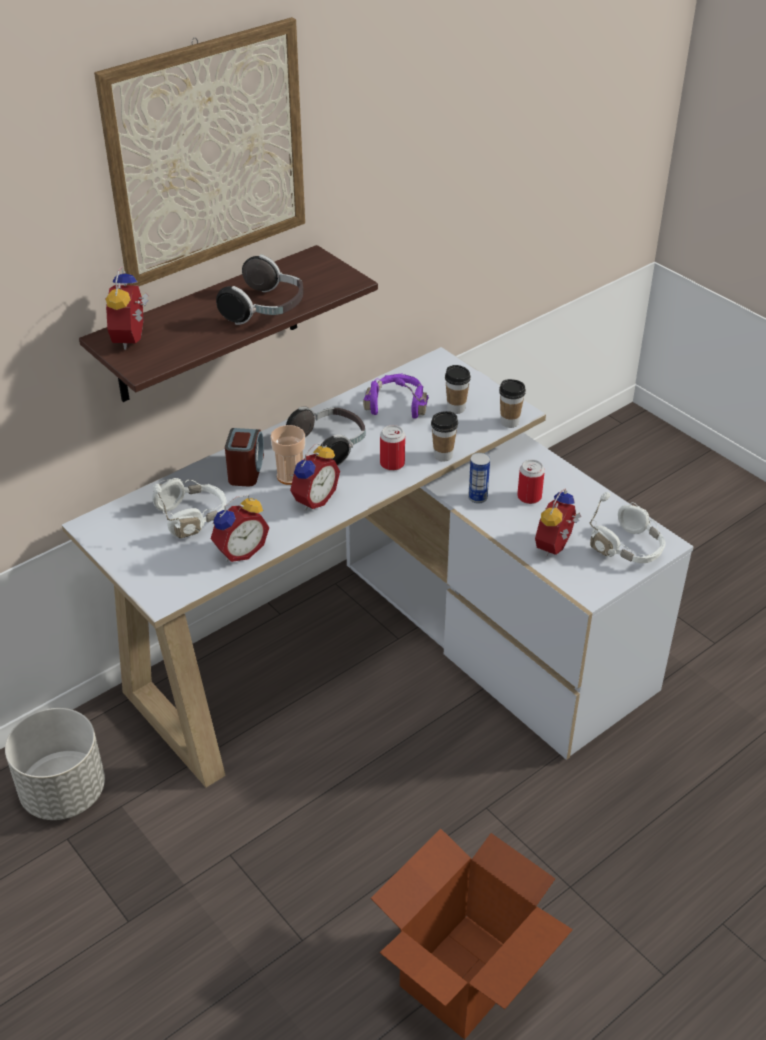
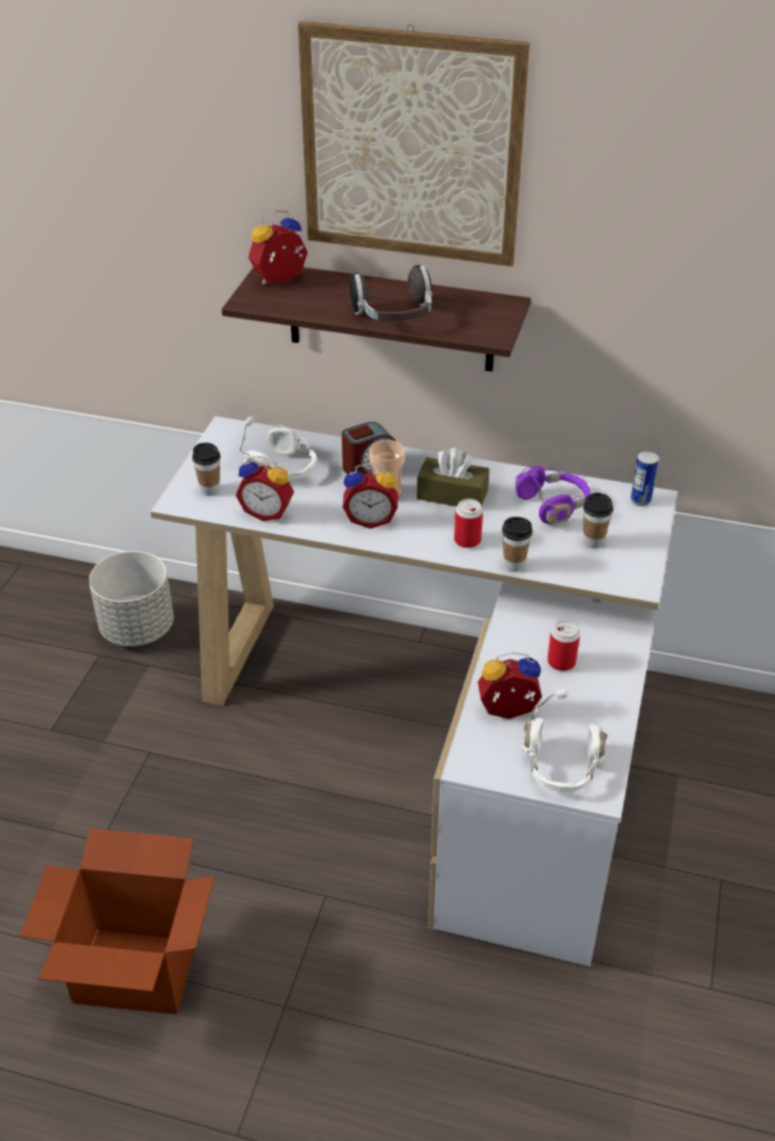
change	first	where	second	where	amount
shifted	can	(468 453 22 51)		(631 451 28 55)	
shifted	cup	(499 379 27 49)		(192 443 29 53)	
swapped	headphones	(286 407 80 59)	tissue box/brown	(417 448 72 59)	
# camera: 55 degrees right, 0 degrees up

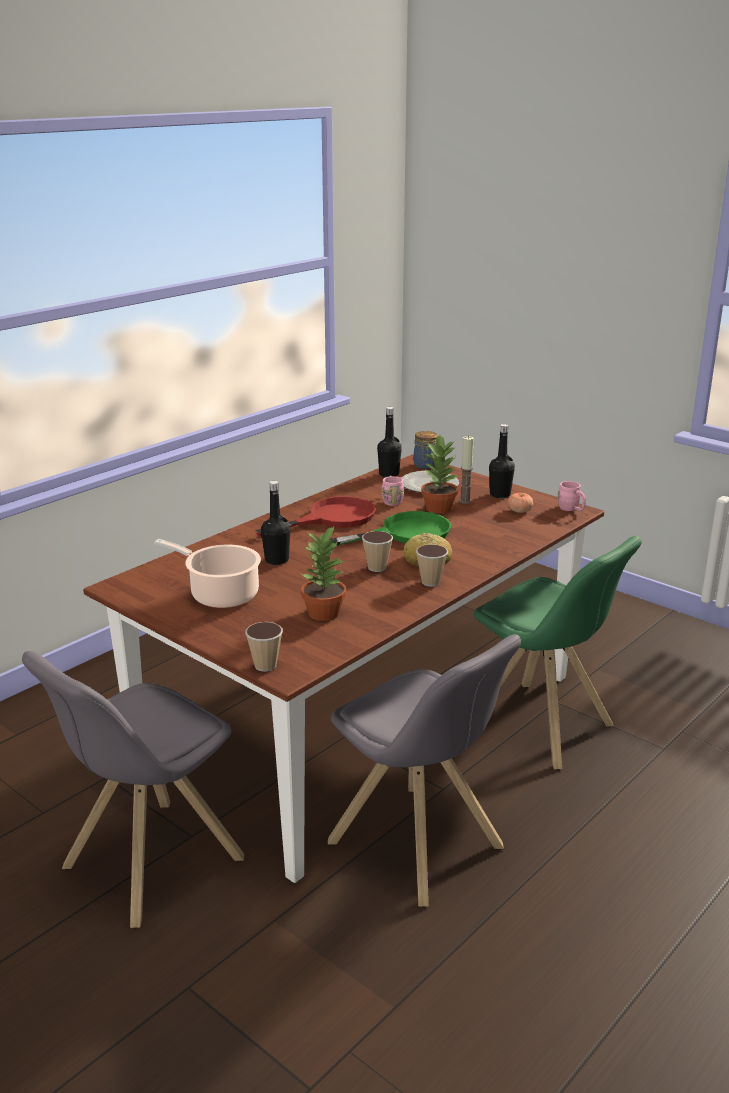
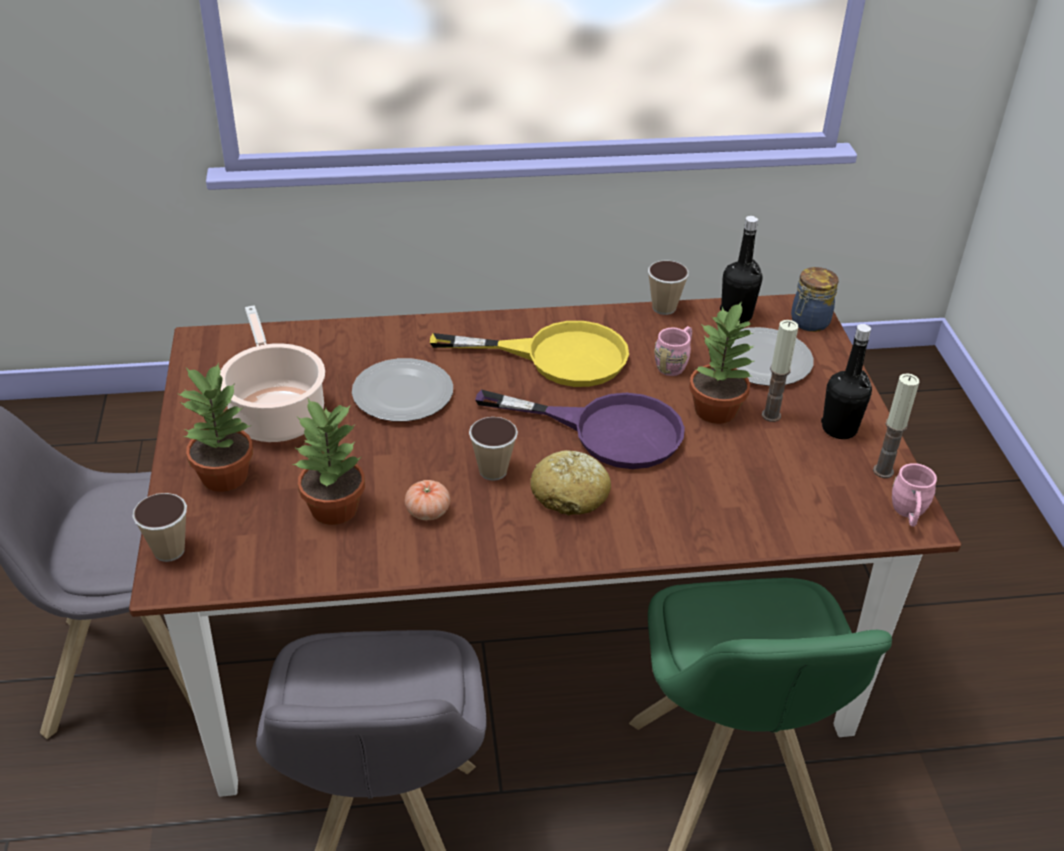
change	first	where	second	where	amount
new			potted plant	(178 362 75 130)	
new			candle	(873 373 46 105)	
shifted	cup	(416 544 32 43)		(648 260 41 55)	
shifted	tomato	(508 493 25 20)		(405 480 45 40)	
swapped	bottle/black	(261 481 30 84)	plate	(352 358 101 63)	
repainted	frying pan/red	(255 496 121 42)	frying pan/yellow	(430 321 199 66)	
repainted	frying pan/green	(329 511 122 35)	frying pan/purple	(475 389 210 80)	
# camera: 40 degrees right, 15 degrees up

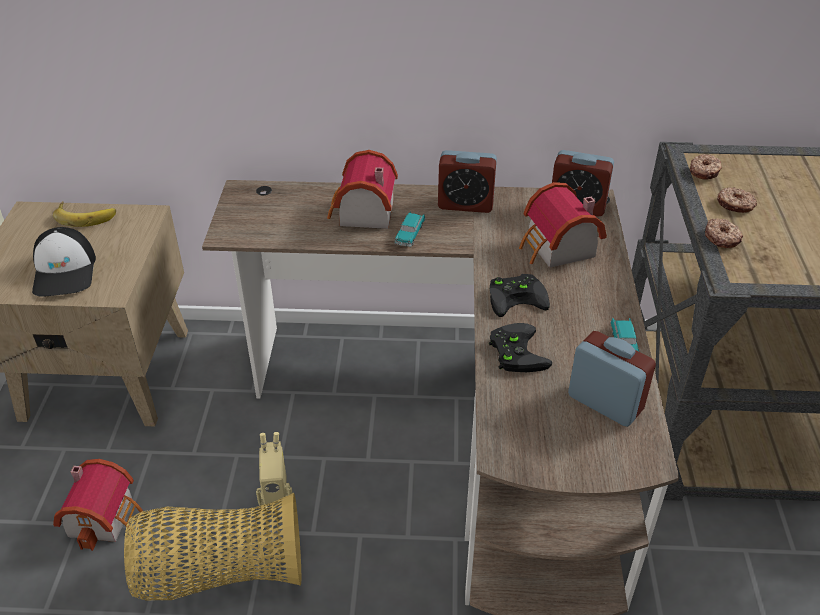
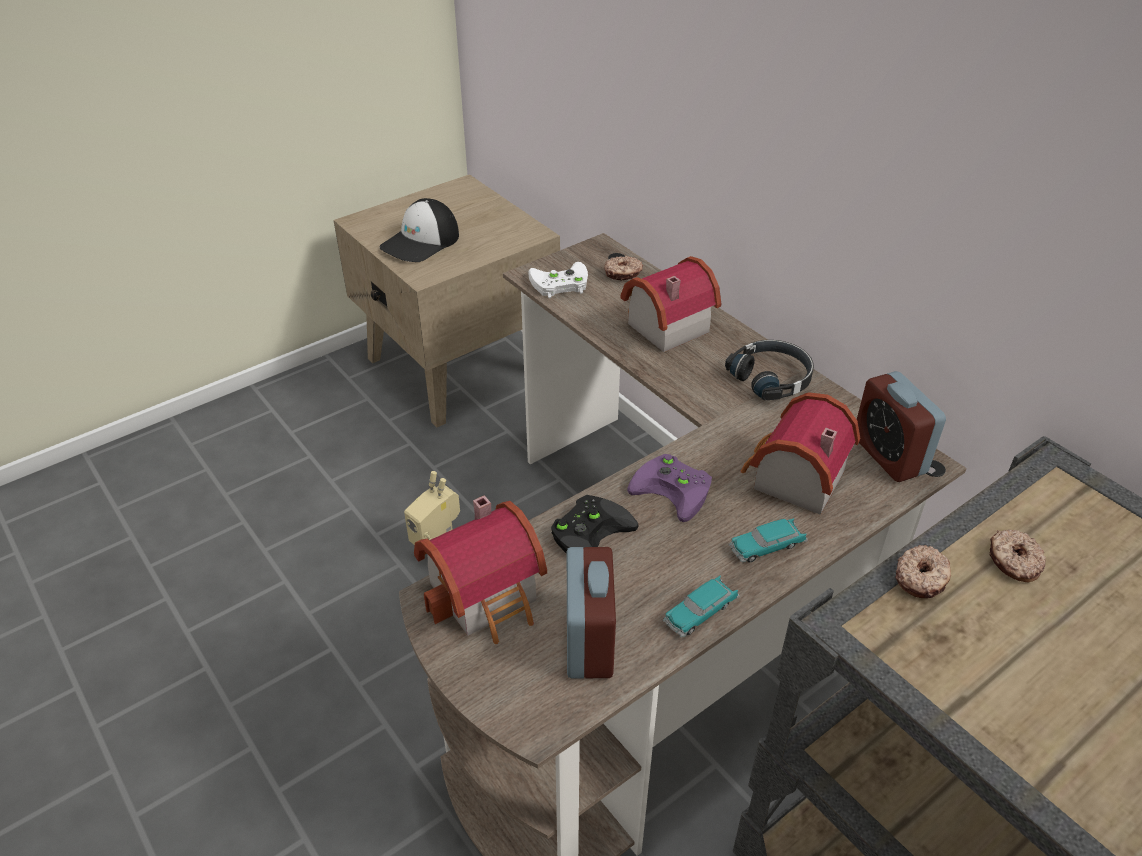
change	first	where	second	where	amount
gone	banana	(53 201 63 26)			
gone	basket	(124 493 177 108)			
new			game controller/white	(529 262 59 36)	
shifted	toy house	(53 459 90 92)		(414 495 133 149)	
shifted	toy car	(394 212 32 35)		(728 518 80 44)	
shifted	donut	(690 154 32 26)		(604 256 39 25)	
swapped	alarm clock	(438 150 59 63)	headphones/black	(725 340 89 60)	
repainted	game controller/black	(490 274 60 43)	game controller/purple	(627 454 85 68)	
# camera: 50 degrees right, 0 degrees up

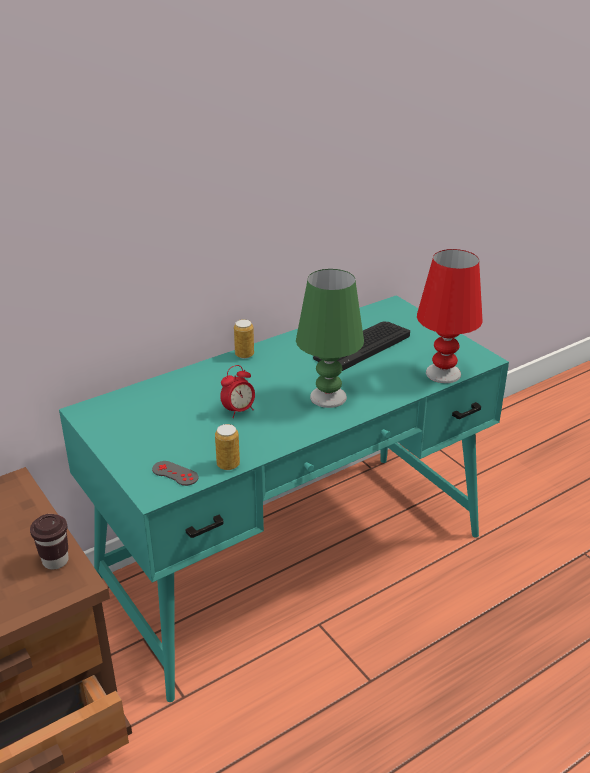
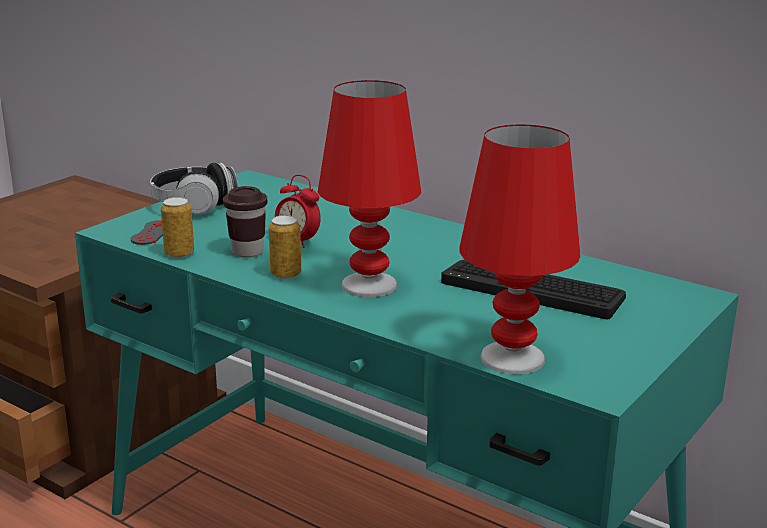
change	first	where	second	where	amount
new			headphones	(150 163 88 52)	
shifted	cup/brown	(30 514 39 56)		(223 186 44 72)	
shifted	can	(234 319 20 40)		(269 215 32 64)	
repainted	table lamp/green	(296 269 68 139)	table lamp/red	(318 80 103 217)	
# camera: 70 degrees right, 10 degrees down

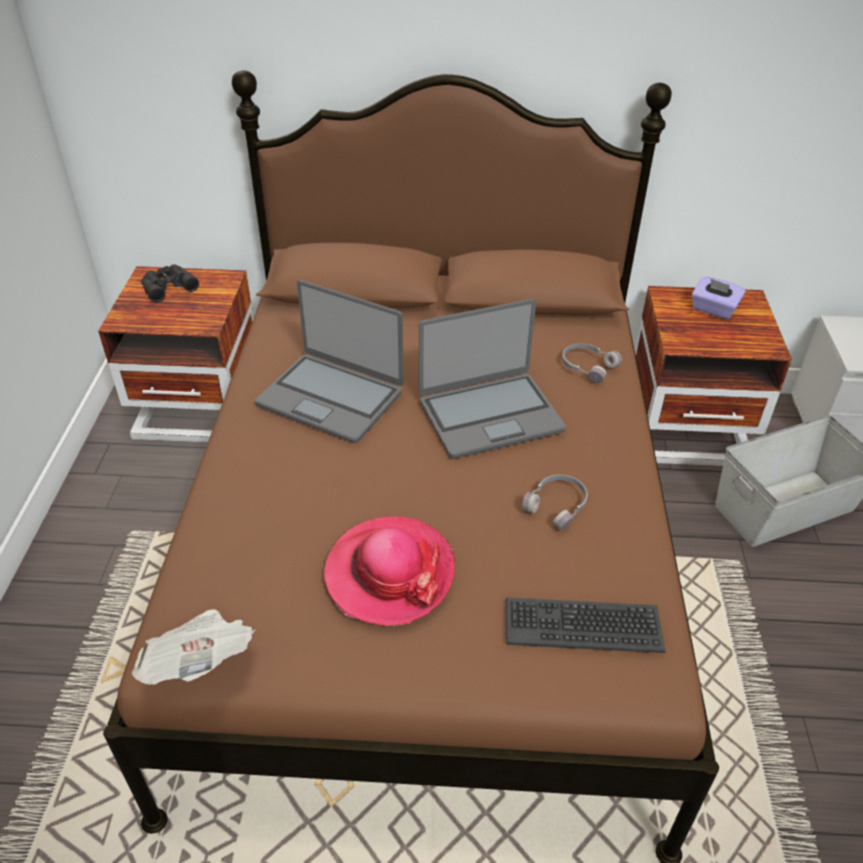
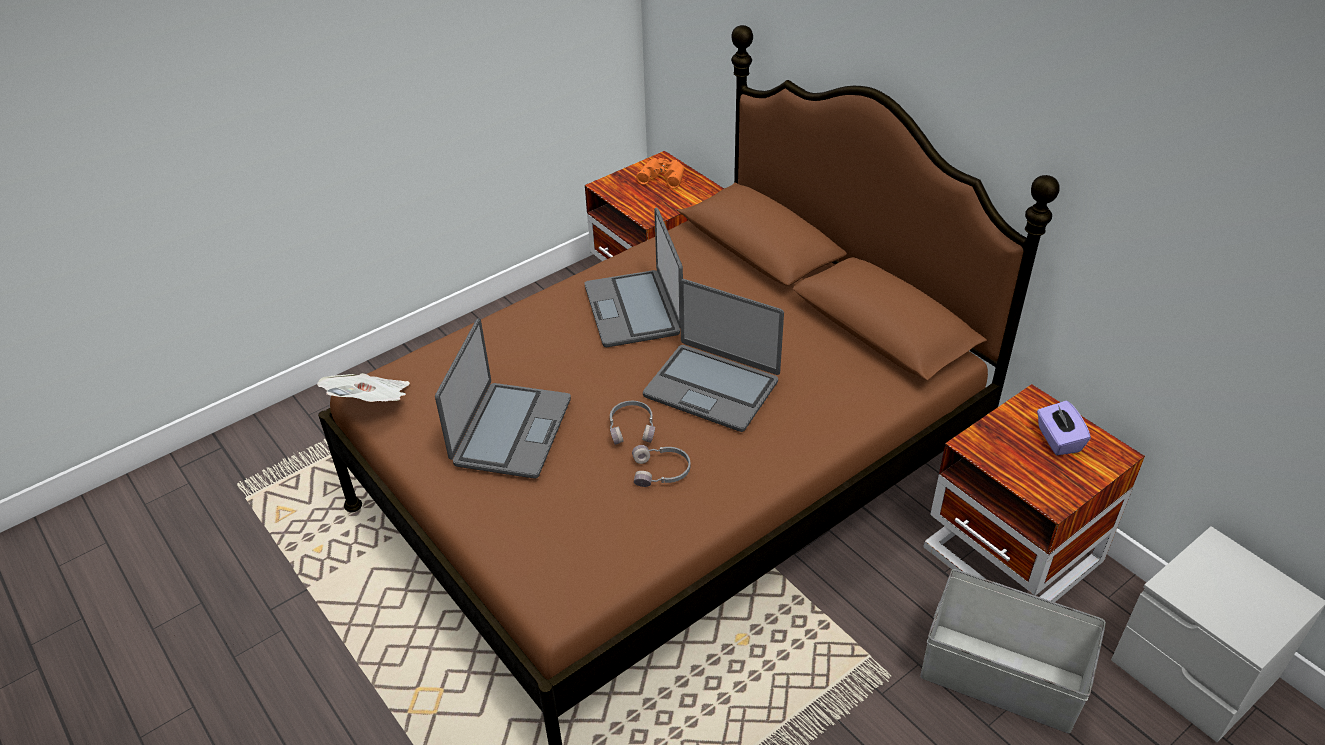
change	first	where	second	where	amount
gone	keyboard	(506 597 160 56)			
shifted	headphones/grey	(562 343 60 40)		(610 401 45 44)	
swapped	hat	(324 516 131 110)	laptop	(435 318 136 161)	
repainted	binoculars/black	(141 264 58 39)	binoculars/orange	(636 158 48 31)	
# camera: 50 degrees right, 0 degrees up

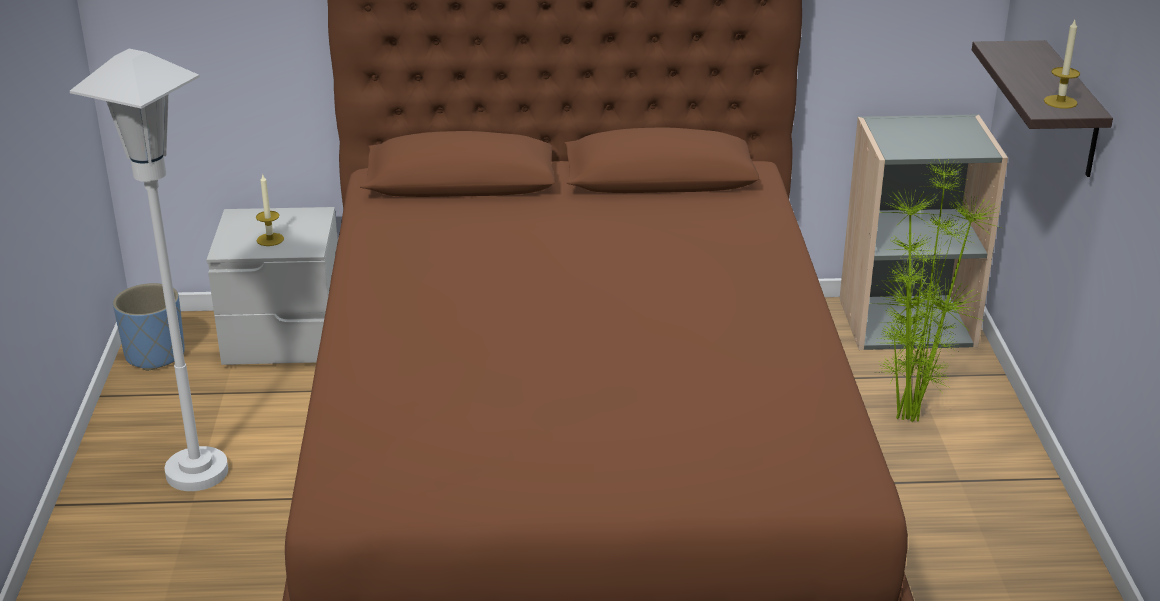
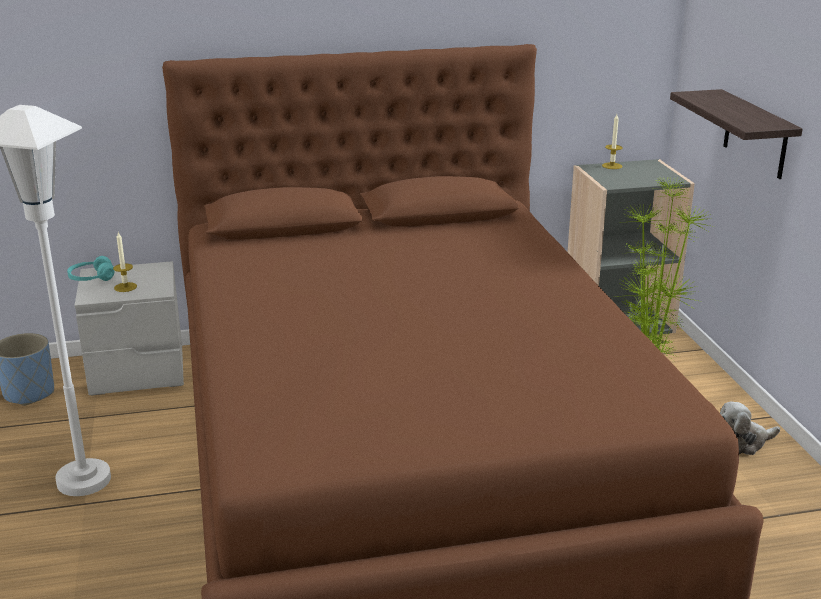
change	first	where	second	where	amount
new			headphones/turquoise	(67 256 48 25)	
new			plush toy	(720 401 60 54)	
shifted	candle	(1044 20 36 89)		(602 114 21 55)	
# camera: 10 degrees left, 5 degrees down

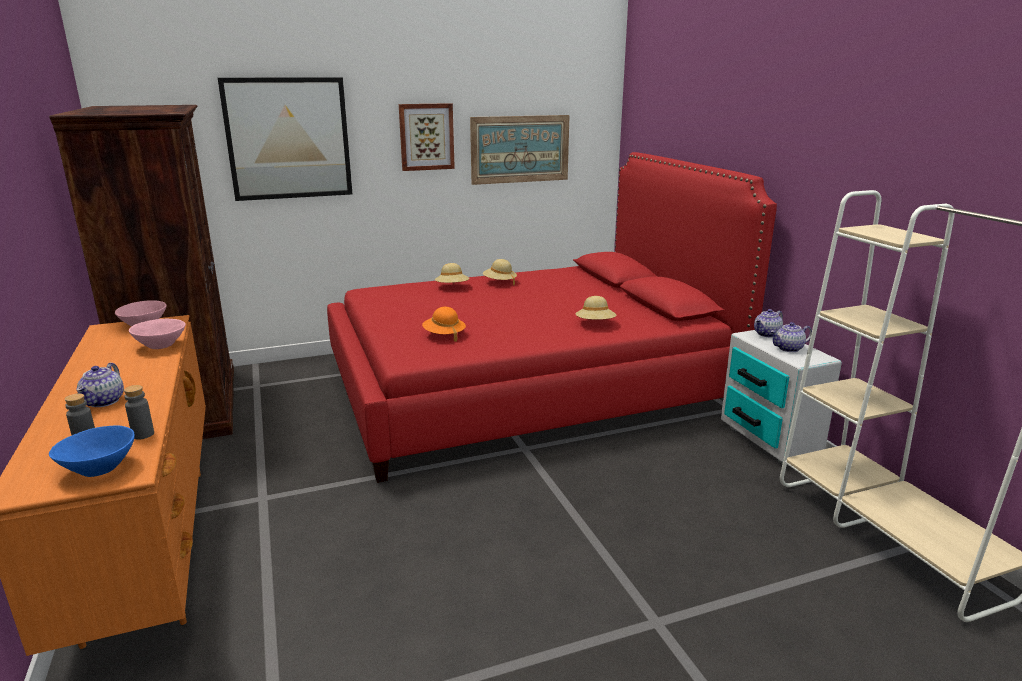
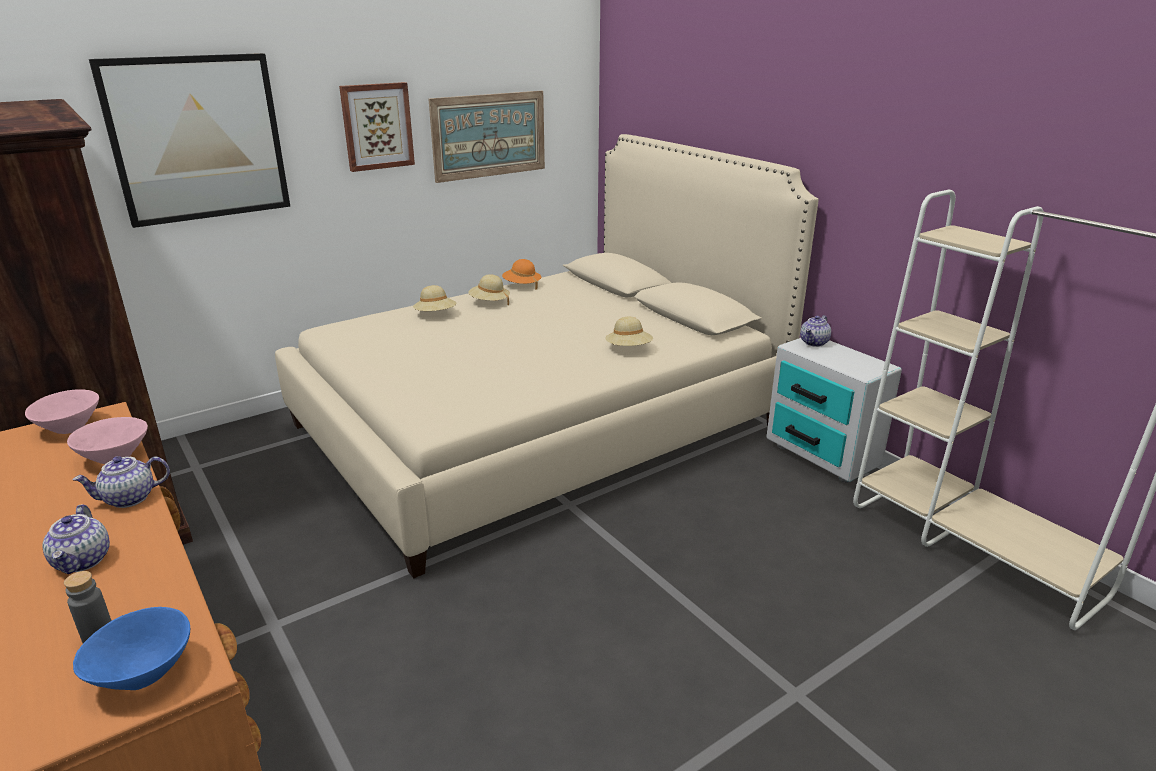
change	first	where	second	where	amount
gone	bottle/grey	(124 385 30 55)			
shifted	hat/orange	(422 307 44 35)		(502 259 39 31)	
shifted	teapot	(770 322 42 30)		(73 456 97 52)	
repainted	bed/red	(327 152 450 331)	bed/beige	(275 134 543 445)	
# camera: 15 degrees left, 5 degrees up

